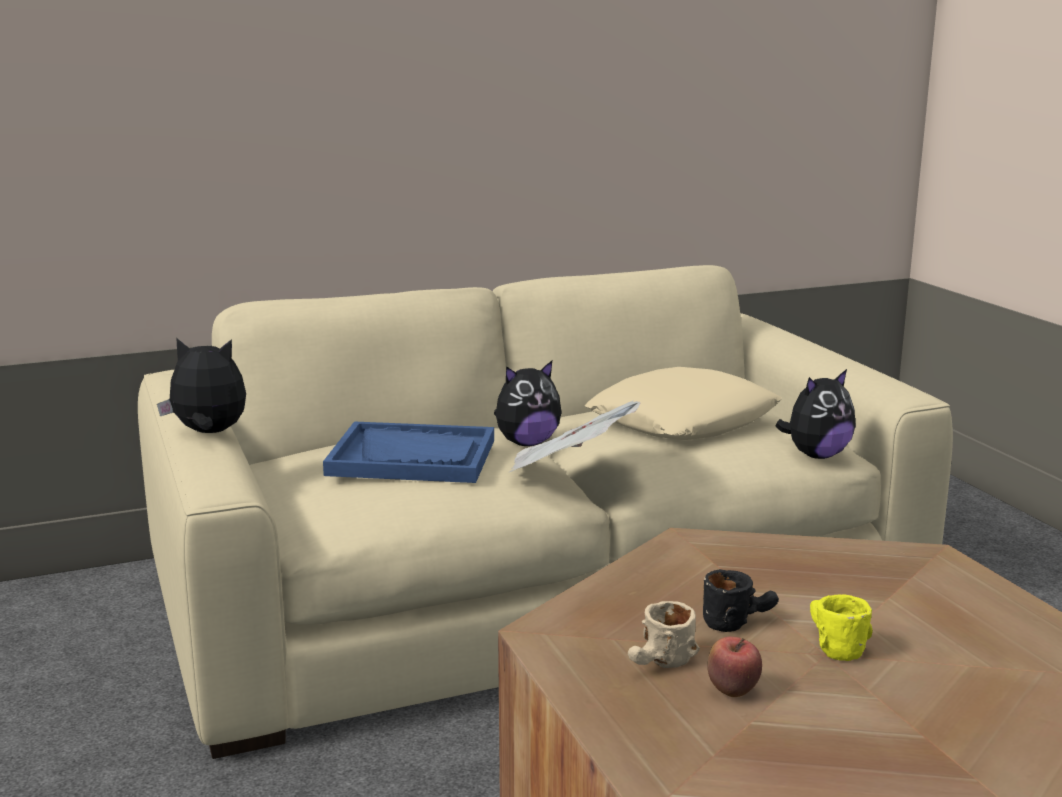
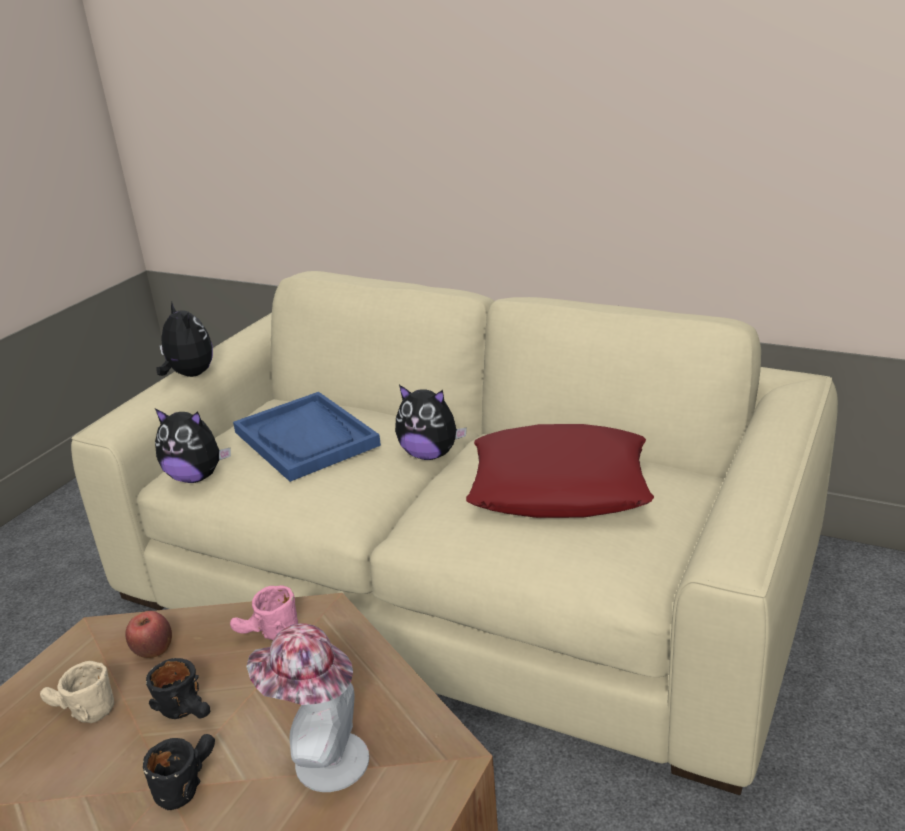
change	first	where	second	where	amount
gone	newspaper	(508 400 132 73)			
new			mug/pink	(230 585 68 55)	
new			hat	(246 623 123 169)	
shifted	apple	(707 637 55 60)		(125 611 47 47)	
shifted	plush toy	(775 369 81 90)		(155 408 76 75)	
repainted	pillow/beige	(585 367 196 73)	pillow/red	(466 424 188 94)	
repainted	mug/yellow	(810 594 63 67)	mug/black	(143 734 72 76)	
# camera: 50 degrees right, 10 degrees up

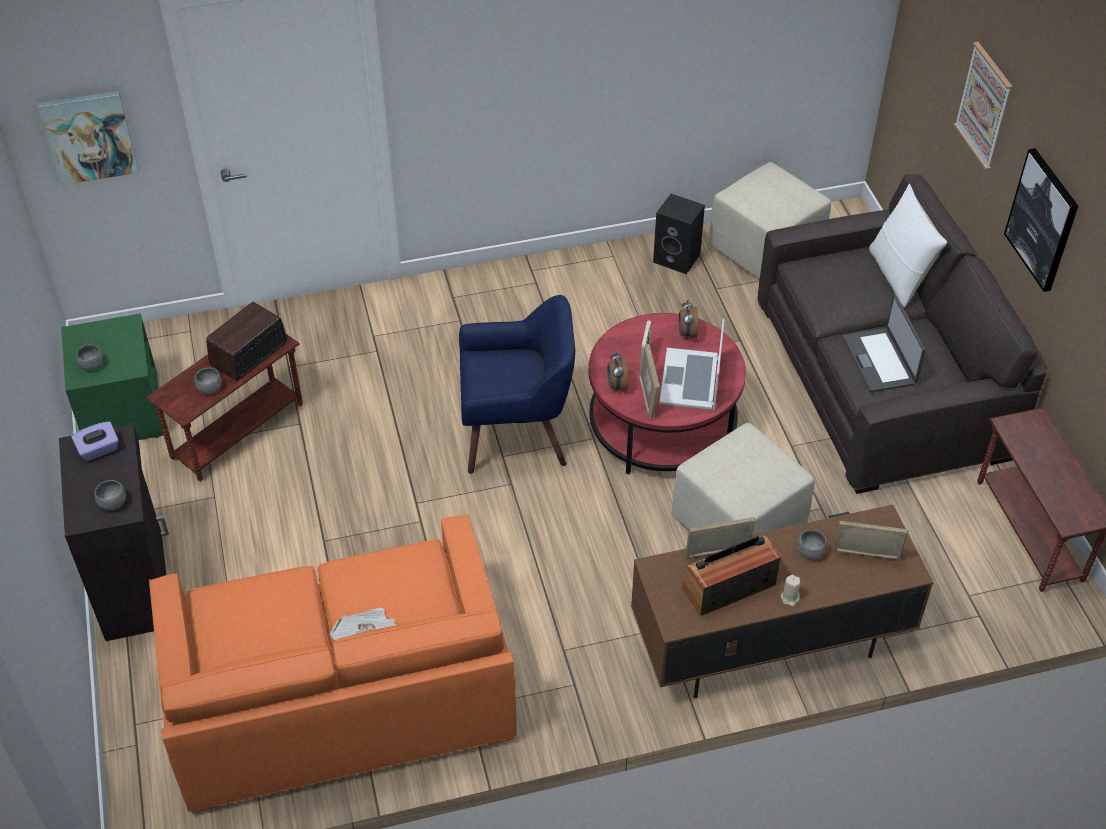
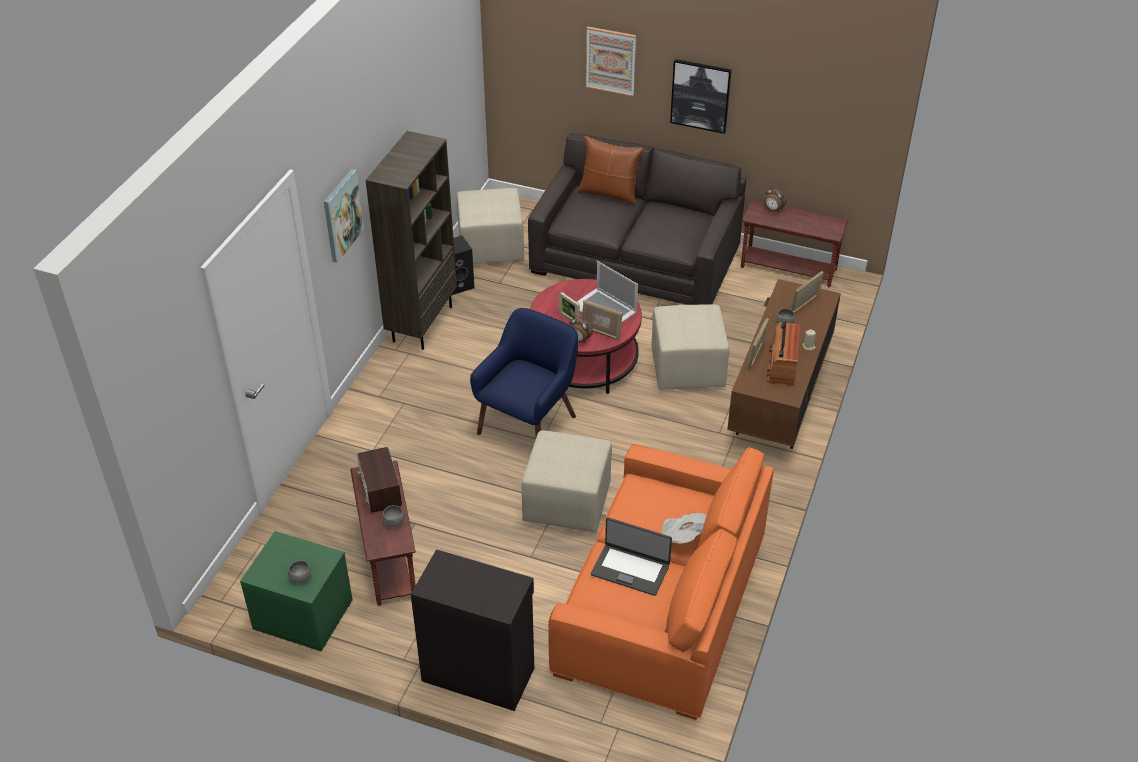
change	first	where	second	where	amount
gone	tissue box/purple	(71 421 48 40)			
gone	bowl/grey	(95 480 31 30)			
new			bookcase/brown	(366 131 91 219)	
new			ottoman/beige	(522 430 90 103)	
shifted	picture	(38 91 101 94)		(324 169 40 94)	
shifted	alarm clock	(679 300 19 40)		(764 186 22 26)	
shifted	laptop	(843 295 83 97)		(591 517 81 79)	
repainted	pillow/white	(869 184 78 123)	pillow/brown	(578 136 66 69)	
# camera: 55 degrees left, 5 degrees down

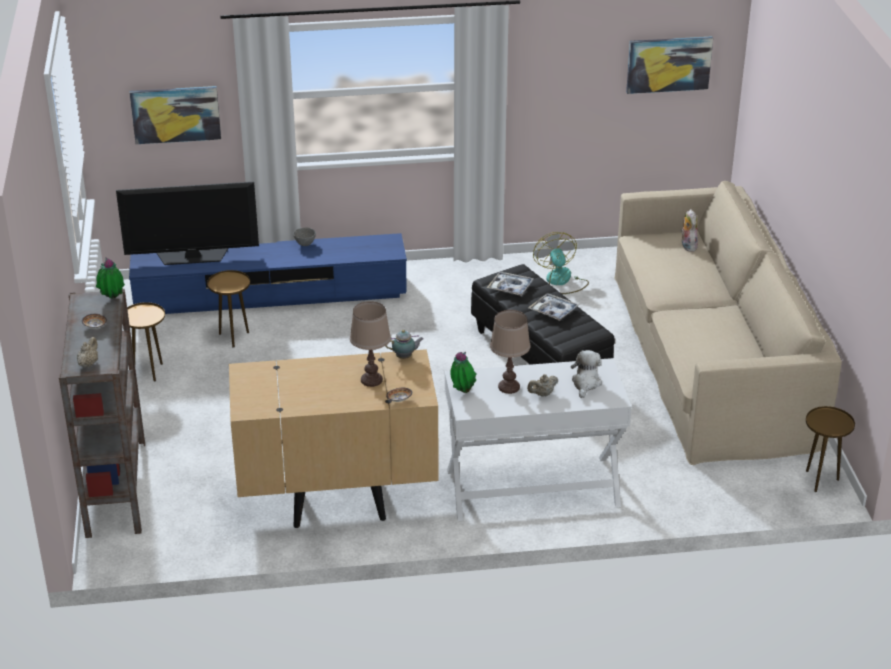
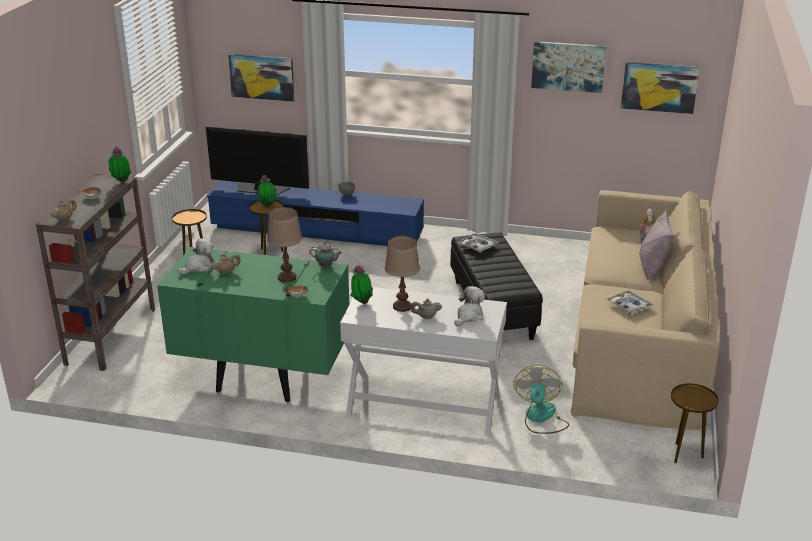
change	first	where	second	where	amount
new			plush toy	(177 238 37 36)	
new			teapot/beige	(211 253 30 21)	
new			potted plant	(258 175 19 32)	
new			picture	(531 41 75 52)	
new			pillow/purple	(640 210 33 70)	
shifted	tray	(528 293 51 28)		(606 290 48 24)	
shifted	fan	(533 232 56 62)		(514 365 55 69)	
repainted	dresser/beige	(229 349 210 179)	dresser/green	(157 247 192 155)	
# camera: 20 degrees right, 5 degrees down

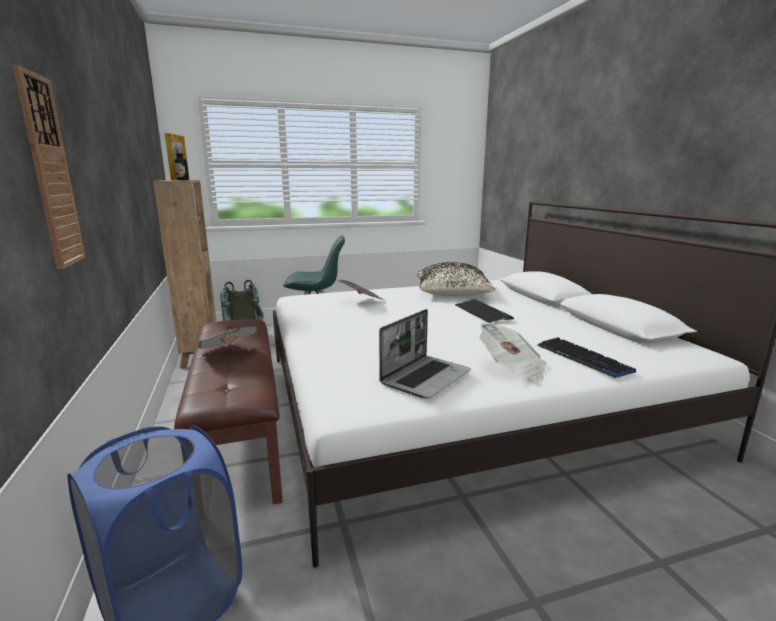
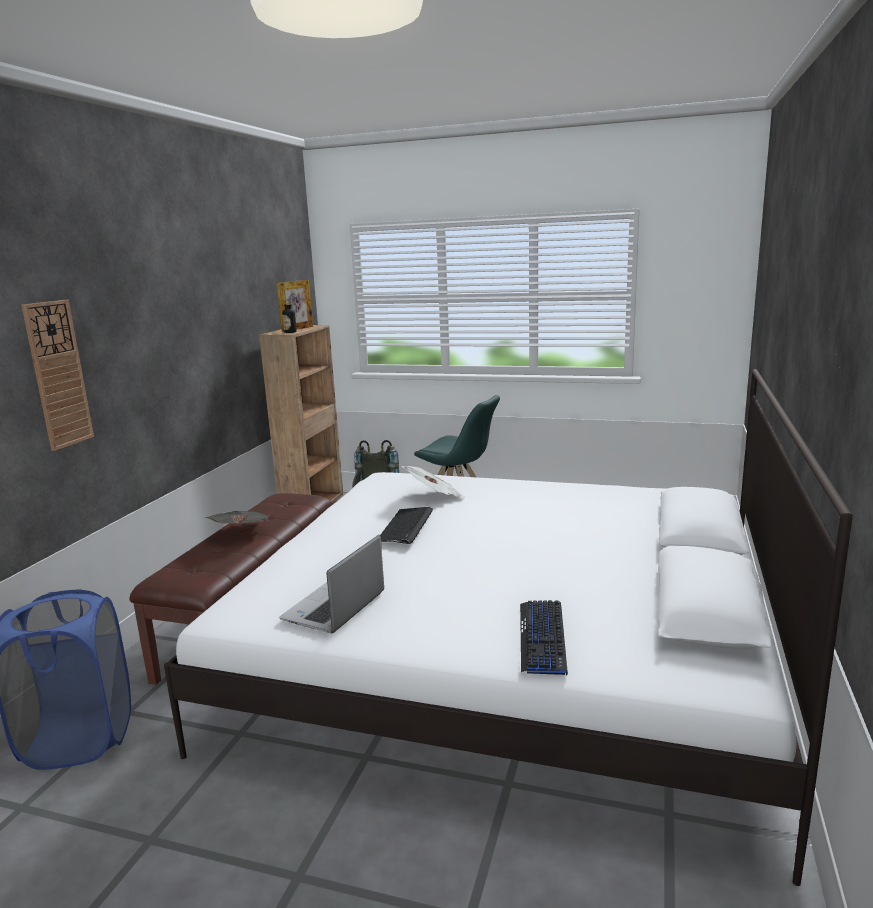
change	first	where	second	where	amount
gone	pillow/beige	(417 262 78 34)			
gone	newspaper	(479 323 67 59)			
shifted	keyboard	(455 299 59 24)		(380 507 53 37)	
rotated	laptop	(379 309 92 90)		(280 535 104 98)	135 degrees clockwise
# camera: 35 degrees right, 0 degrees up

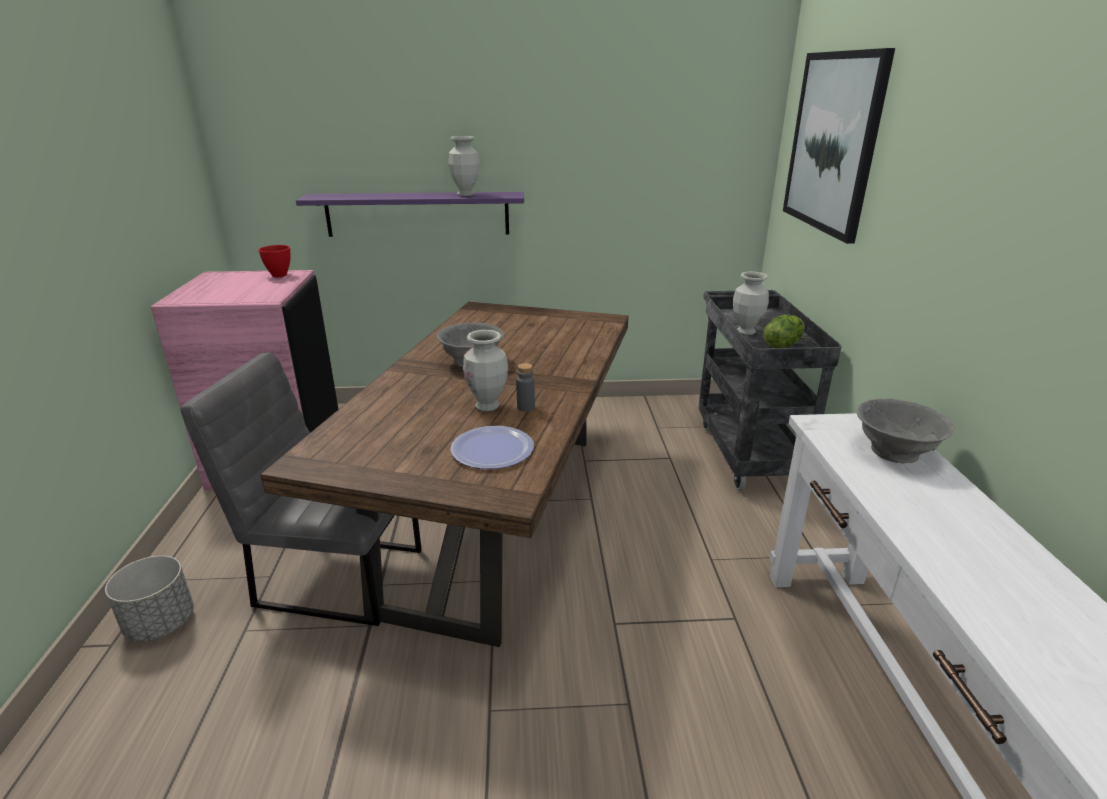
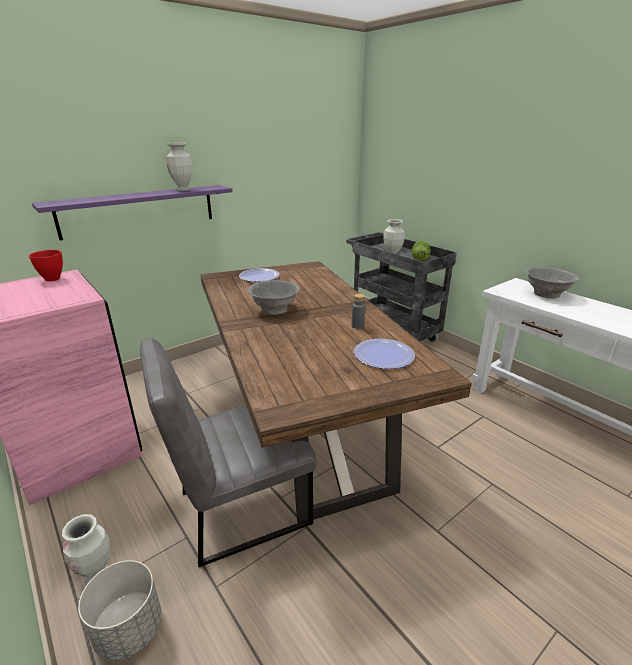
change	first	where	second	where	amount
gone	picture	(783 48 112 196)			
new			plate	(239 268 41 14)	
shifted	vase	(463 330 45 82)		(62 514 48 69)	
# camera: 35 degrees left, 0 degrees up

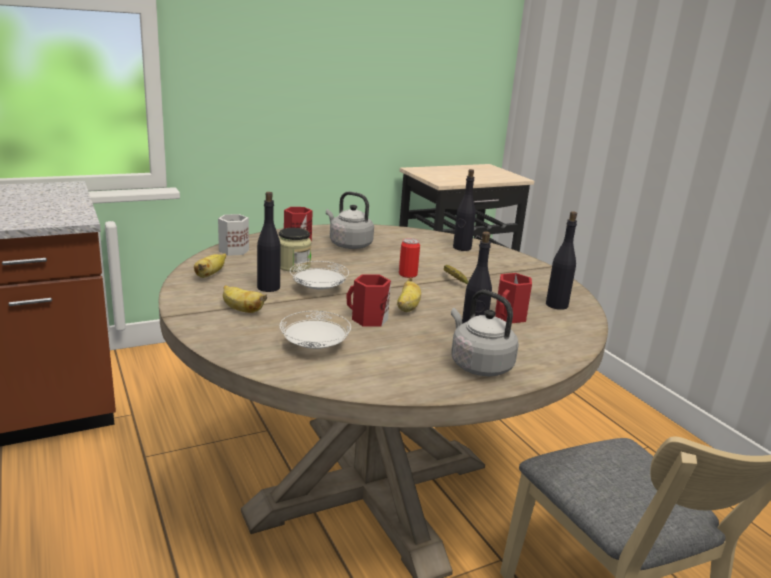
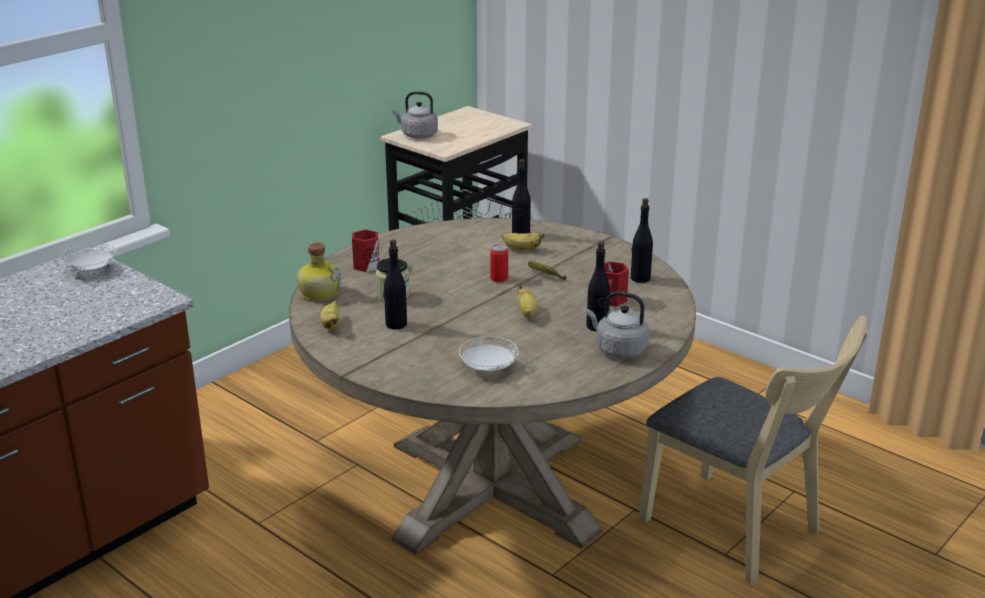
change	first	where	second	where	amount
gone	mug/red	(346 274 45 53)			
shifted	banana	(223 285 44 28)		(501 233 43 17)	
shifted	plate/white	(290 261 59 29)		(60 243 56 29)	
shifted	kettle/grey	(326 191 48 58)		(392 92 46 47)	
swapped	mug/white	(218 214 31 42)	bottle	(297 243 44 58)	
# camera: 20 degrees left, 5 degrees up

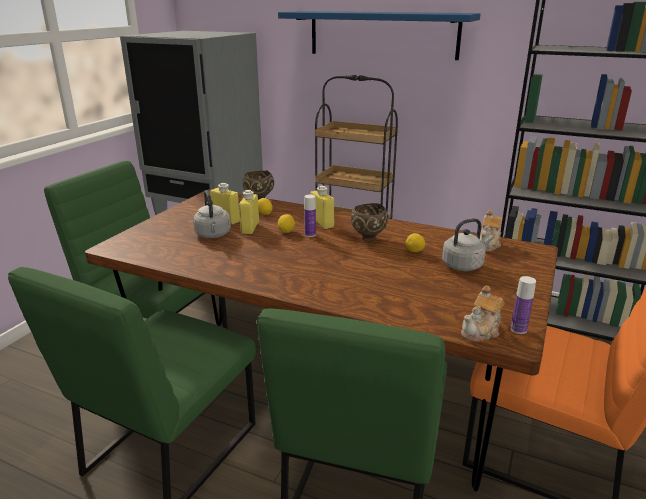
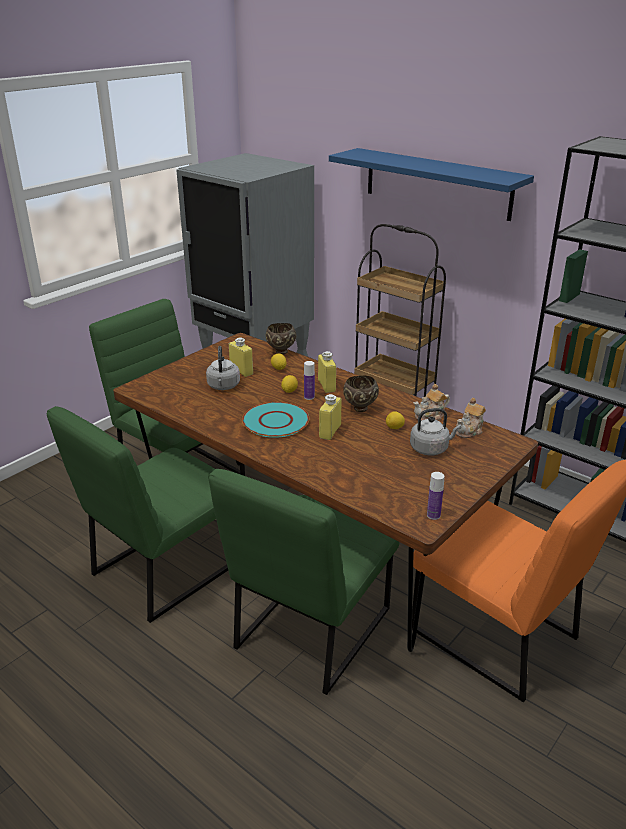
change	first	where	second	where	amount
new			plate/turquoise	(242 402 68 36)	
shifted	bottle/yellow	(239 190 20 44)		(319 394 23 46)	
shifted	teapot	(461 286 43 56)		(413 384 37 37)	
# camera: 15 degrees right, 5 degrees up

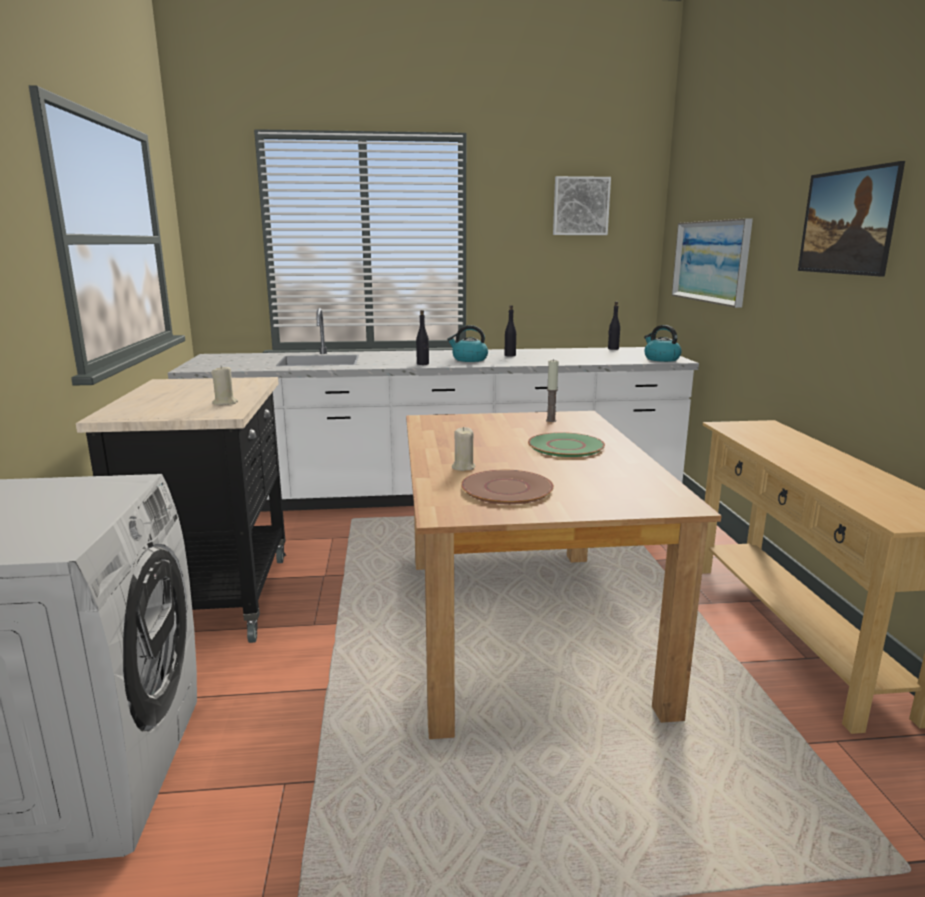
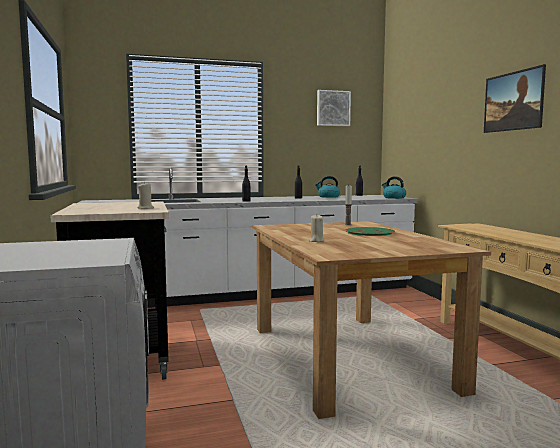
change	first	where	second	where	amount
gone	plate/brown	(461 470 93 35)			
gone	picture	(672 218 81 90)			
shifted	kettle	(447 325 41 37)		(315 176 25 22)	
# camera: 10 degrees left, 10 degrees down

